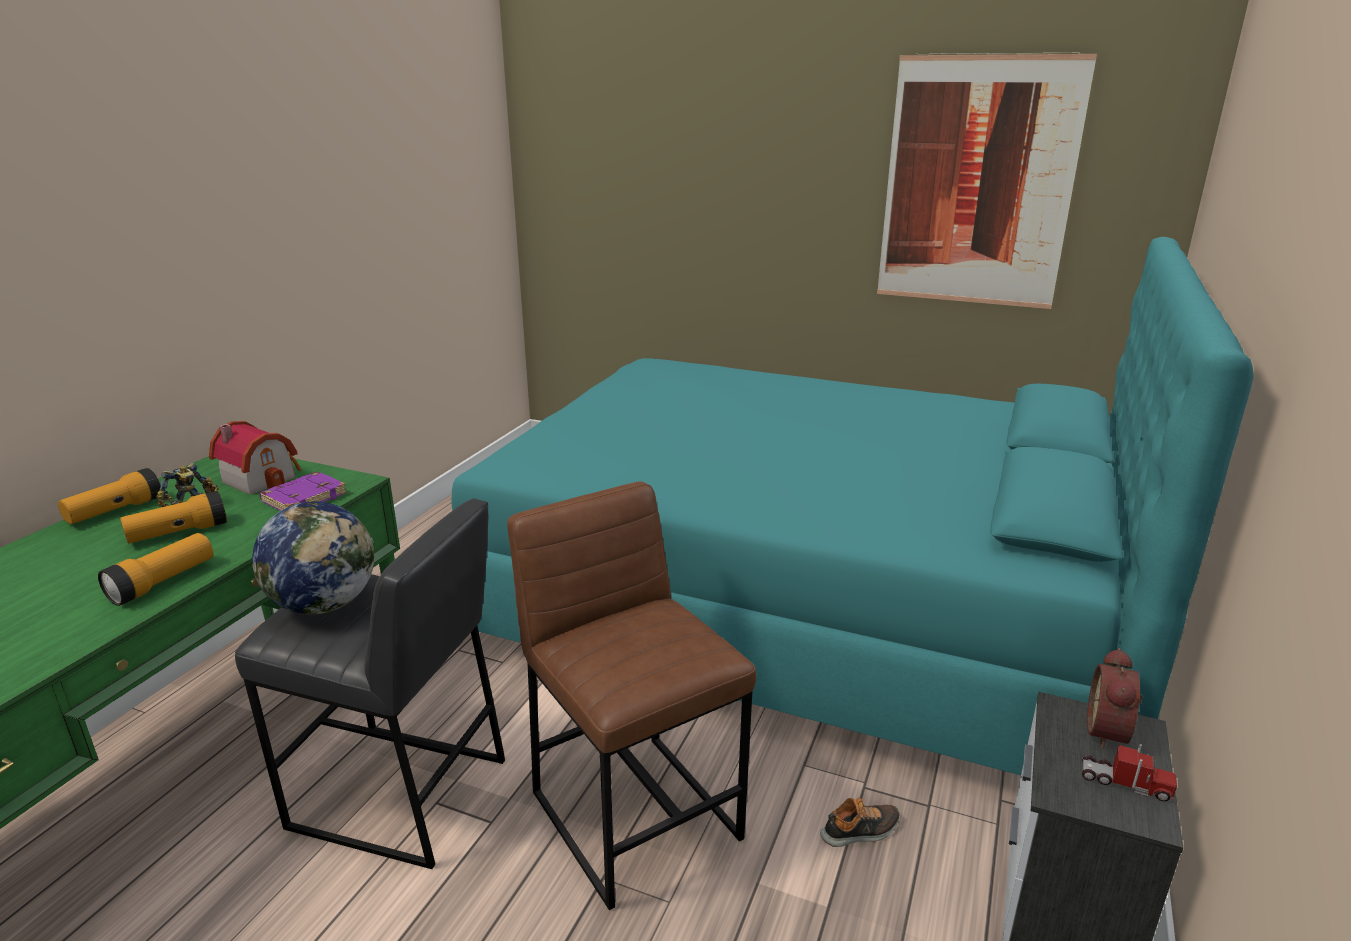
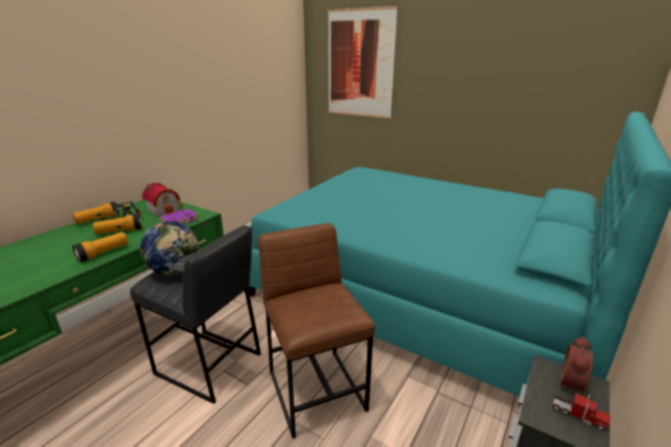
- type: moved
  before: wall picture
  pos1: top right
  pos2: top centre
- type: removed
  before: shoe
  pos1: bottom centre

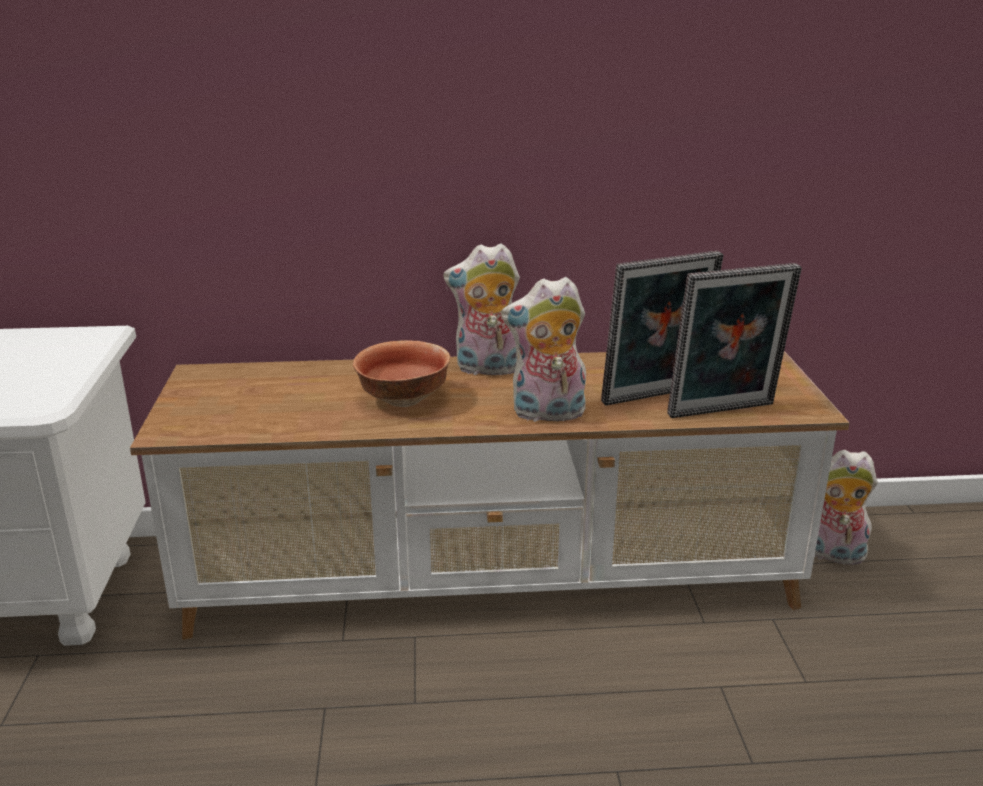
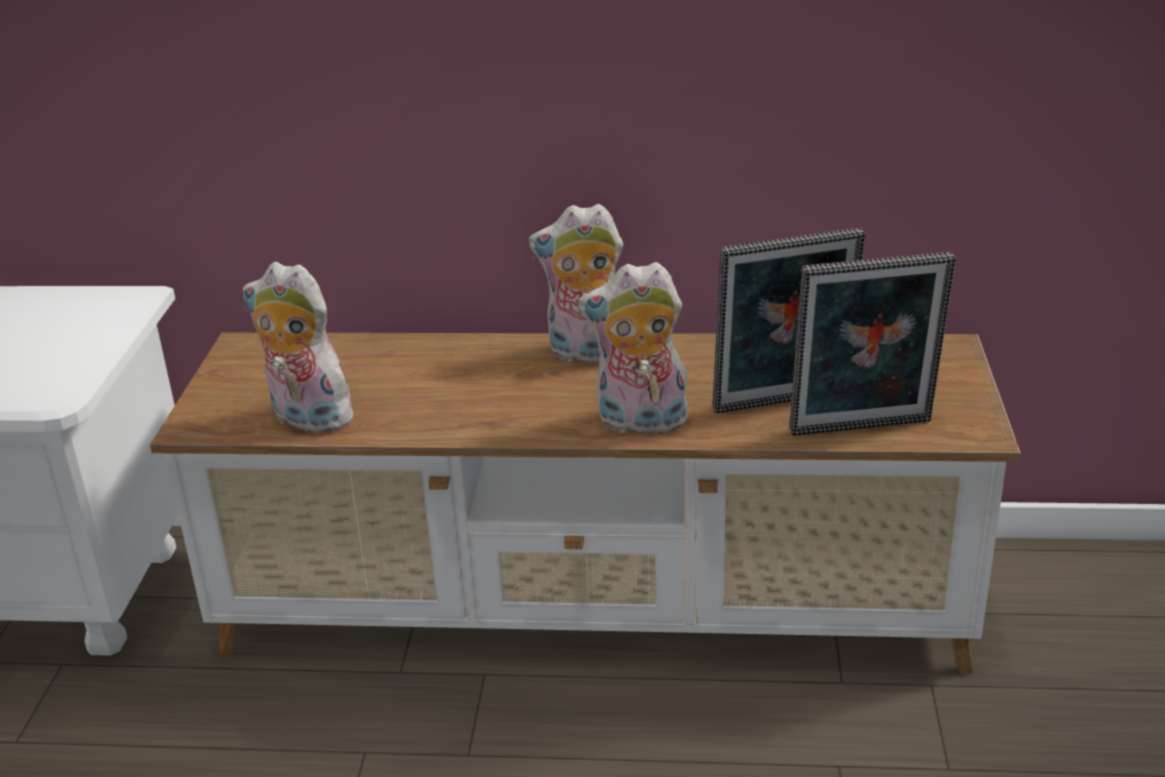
- type: removed
  before: bowl
  pos1: centre
- type: moved
  before: soft toy (3rd from left in the first image)
  after: soft toy (1st from left)
  pos1: middle right
  pos2: middle left

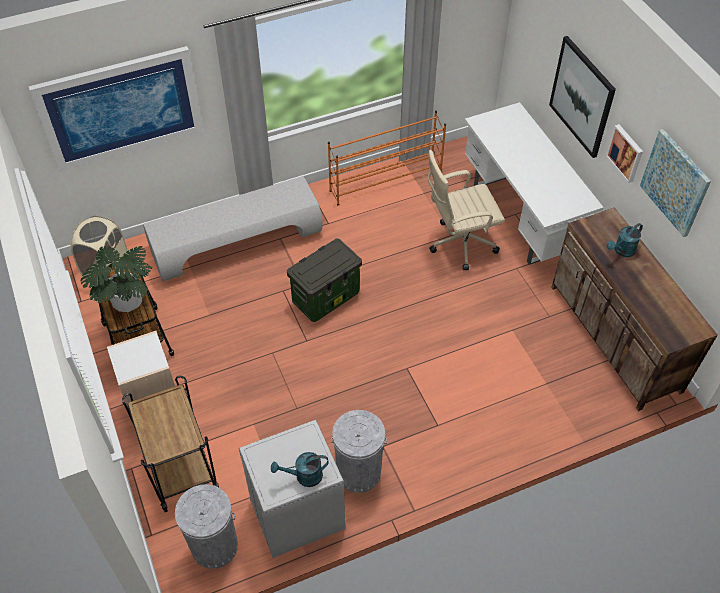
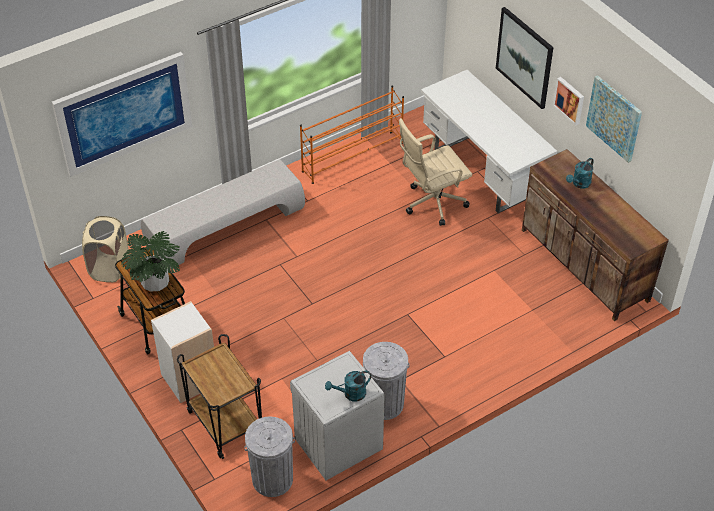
- type: removed
  before: storage bin
  pos1: centre

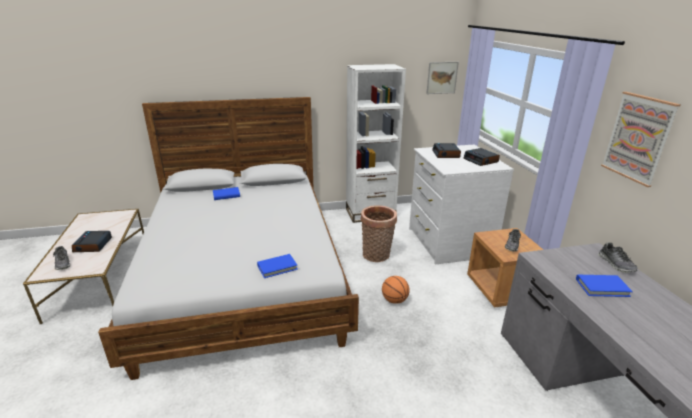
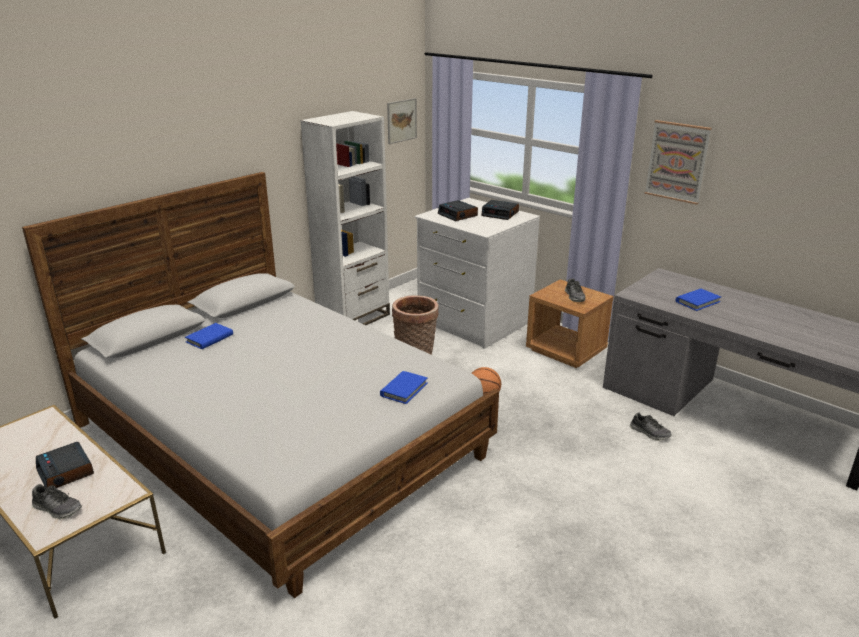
- type: moved
  before: shoe (3rd from left)
  pos1: middle right
  pos2: bottom right

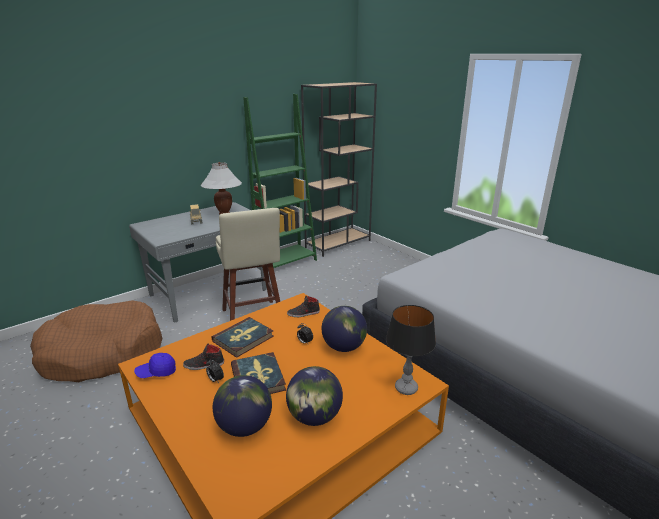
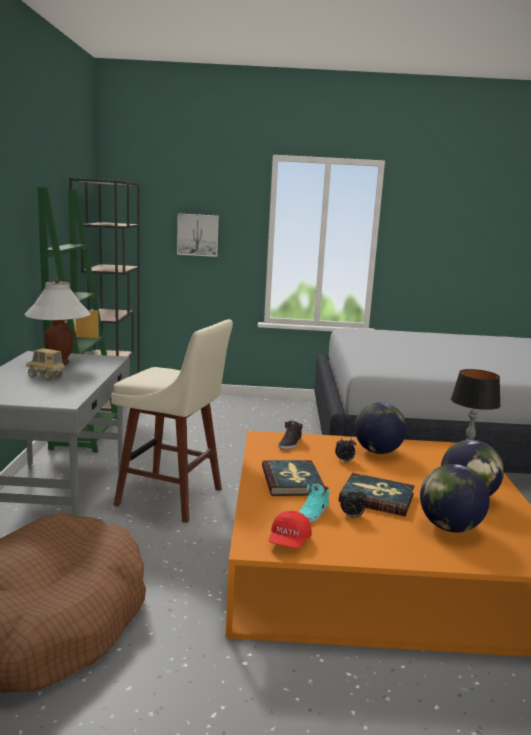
- type: recoloured
  before: blackish shoe (1st from left)
  after: turquoise-coloured shoe
  pos1: bottom left
  pos2: bottom centre
- type: recoloured
  before: blue peaked cap
  after: red peaked cap
  pos1: bottom left
  pos2: bottom centre
- type: added
  after: wall picture
  pos2: top centre

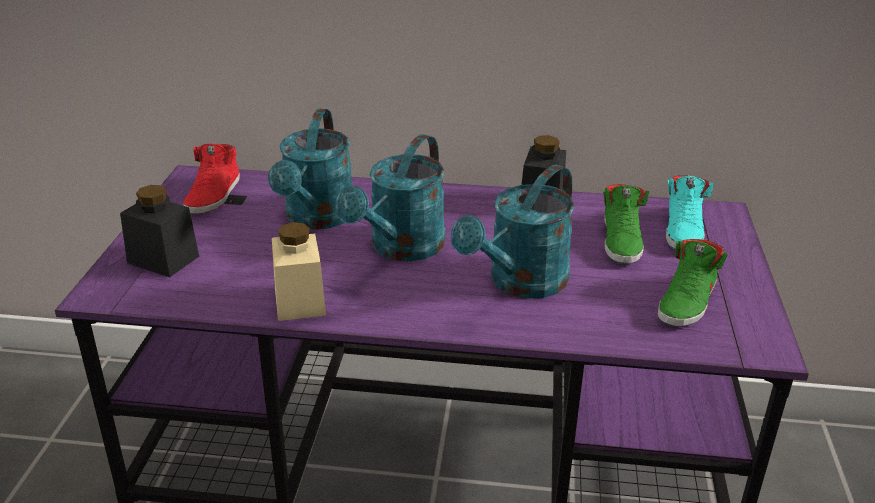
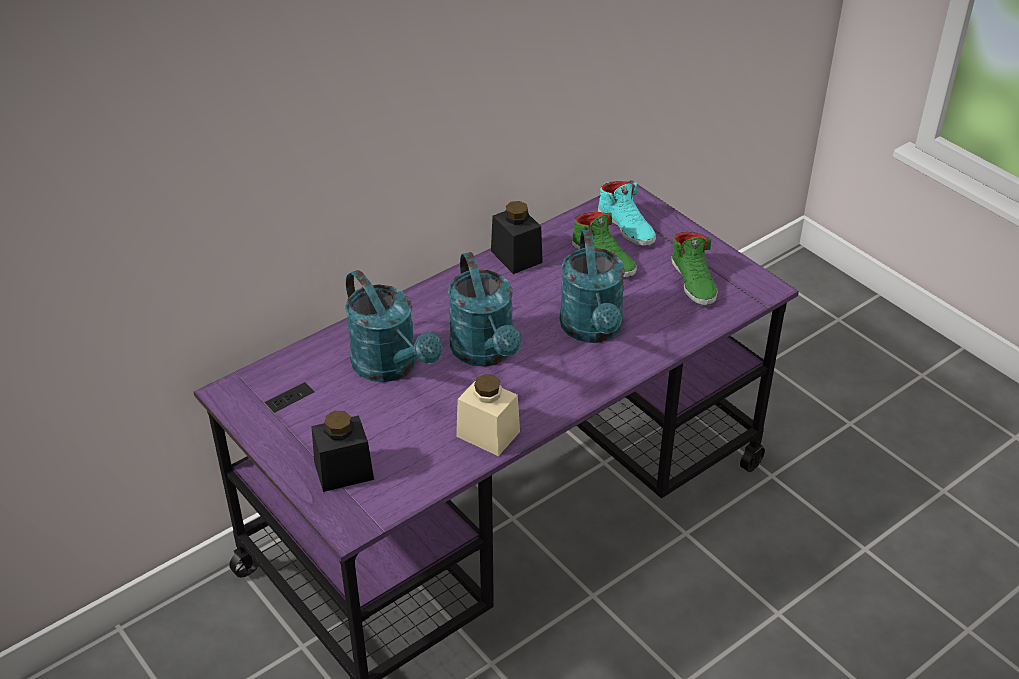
- type: removed
  before: red shoe
  pos1: middle left

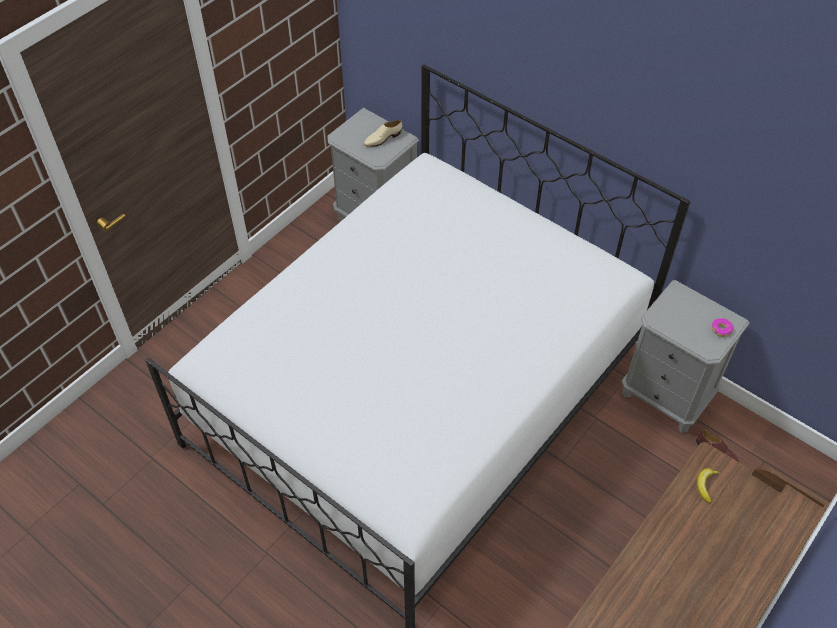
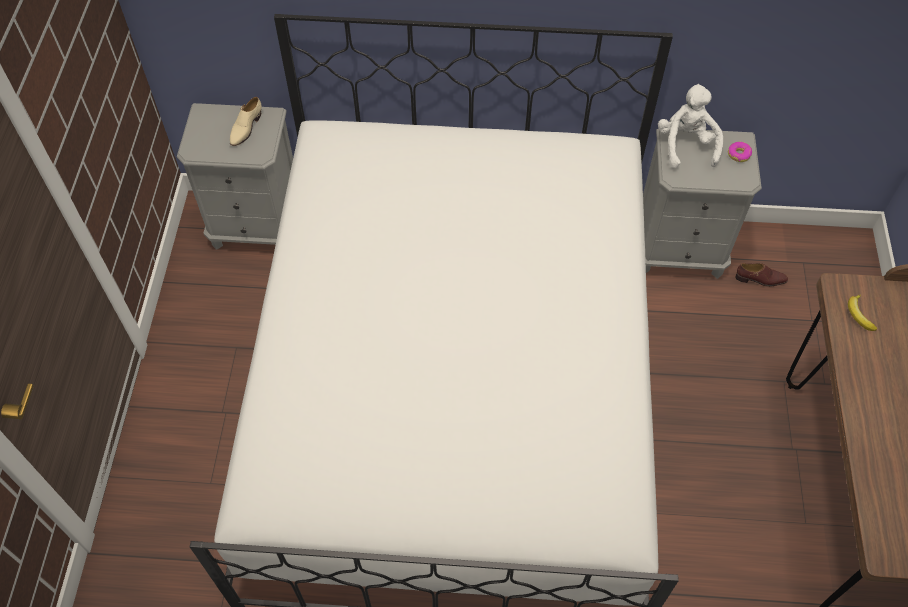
- type: added
  after: white soft toy
  pos2: top right

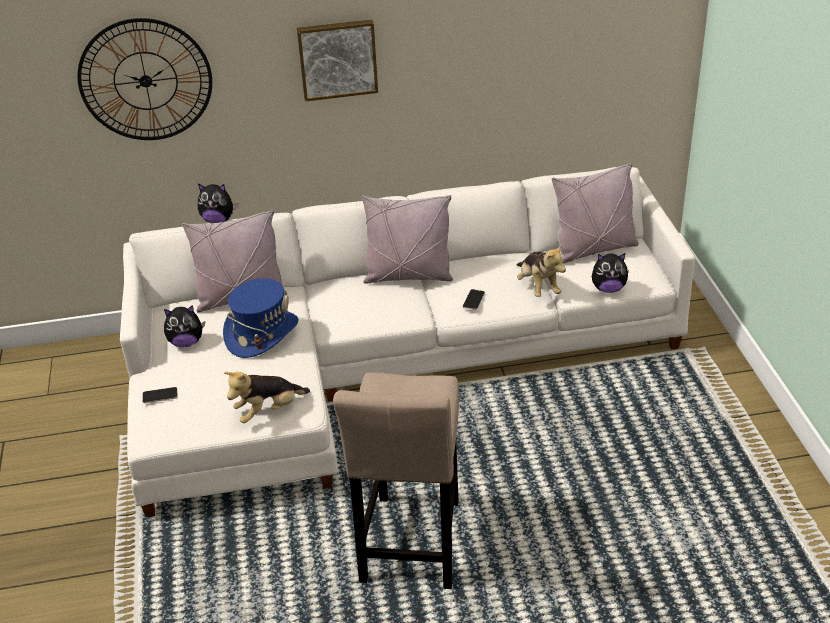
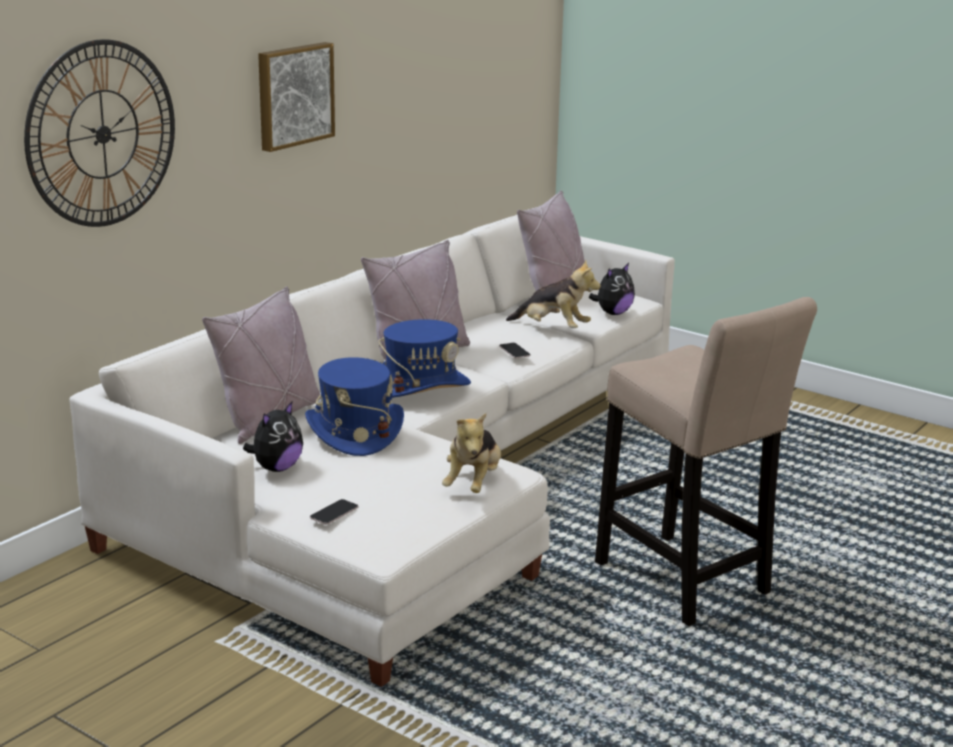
- type: removed
  before: soft toy (2nd from left)
  pos1: top left
- type: added
  after: blue clothing hat (2nd from left)
  pos2: centre

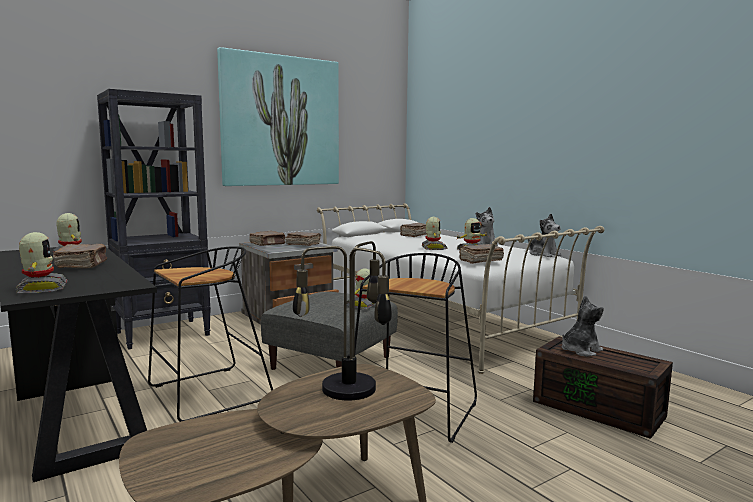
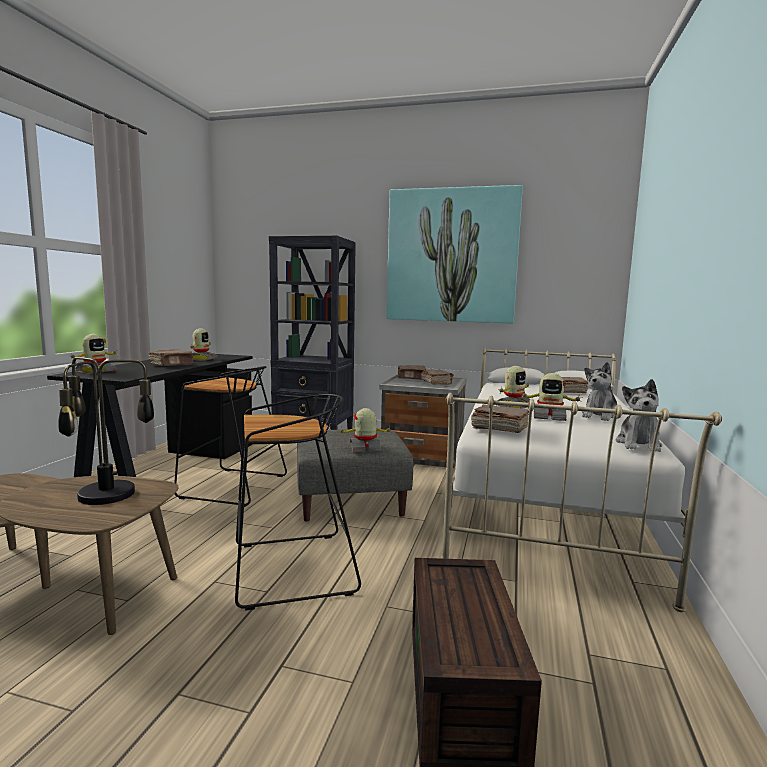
- type: removed
  before: soft toy (3rd from left)
  pos1: middle right

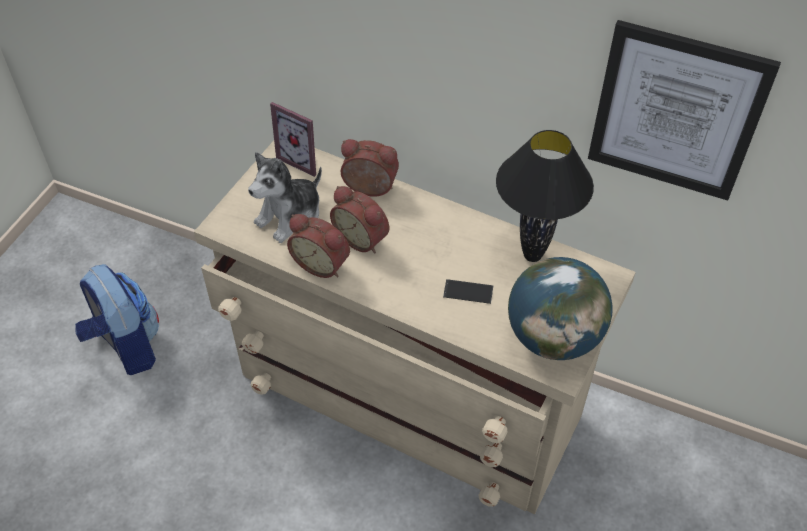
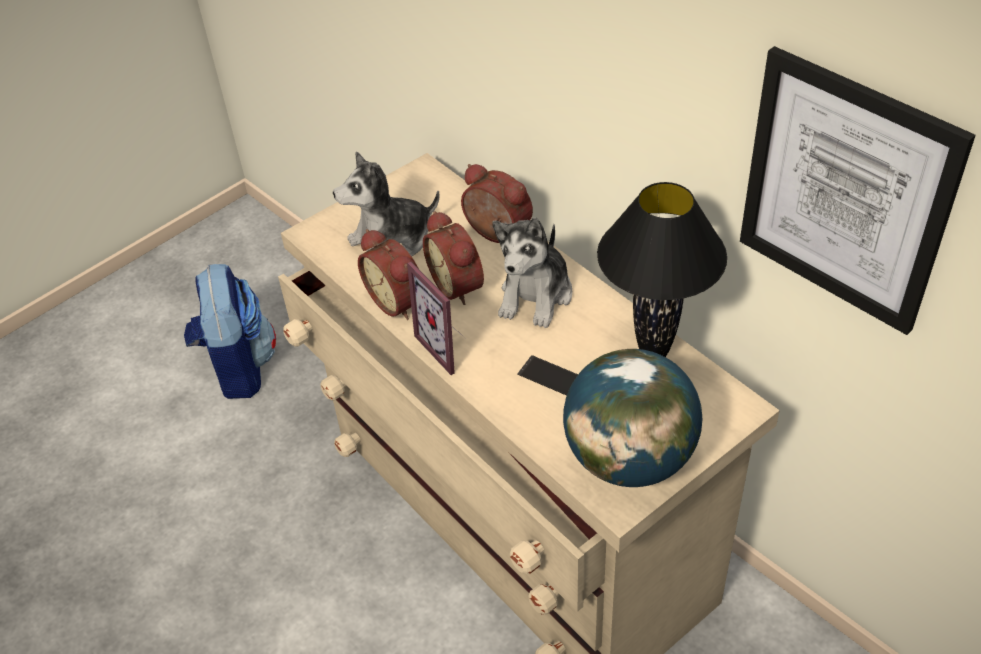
- type: moved
  before: picture frame
  pos1: top centre
  pos2: centre
- type: added
  after: soft toy (2nd from left)
  pos2: centre

